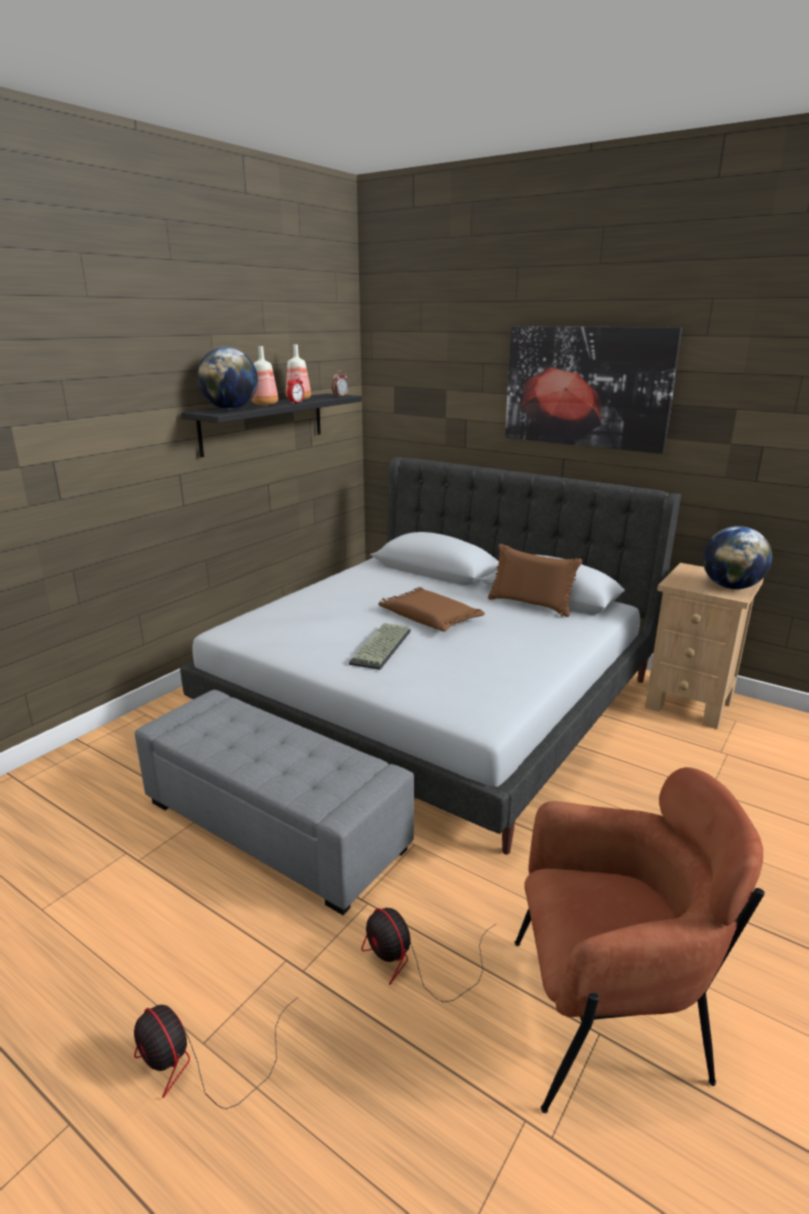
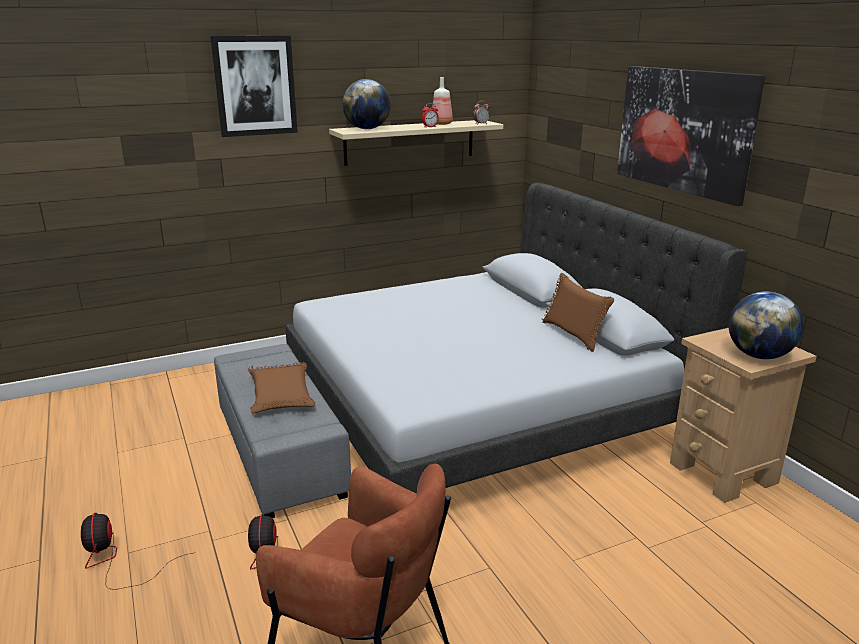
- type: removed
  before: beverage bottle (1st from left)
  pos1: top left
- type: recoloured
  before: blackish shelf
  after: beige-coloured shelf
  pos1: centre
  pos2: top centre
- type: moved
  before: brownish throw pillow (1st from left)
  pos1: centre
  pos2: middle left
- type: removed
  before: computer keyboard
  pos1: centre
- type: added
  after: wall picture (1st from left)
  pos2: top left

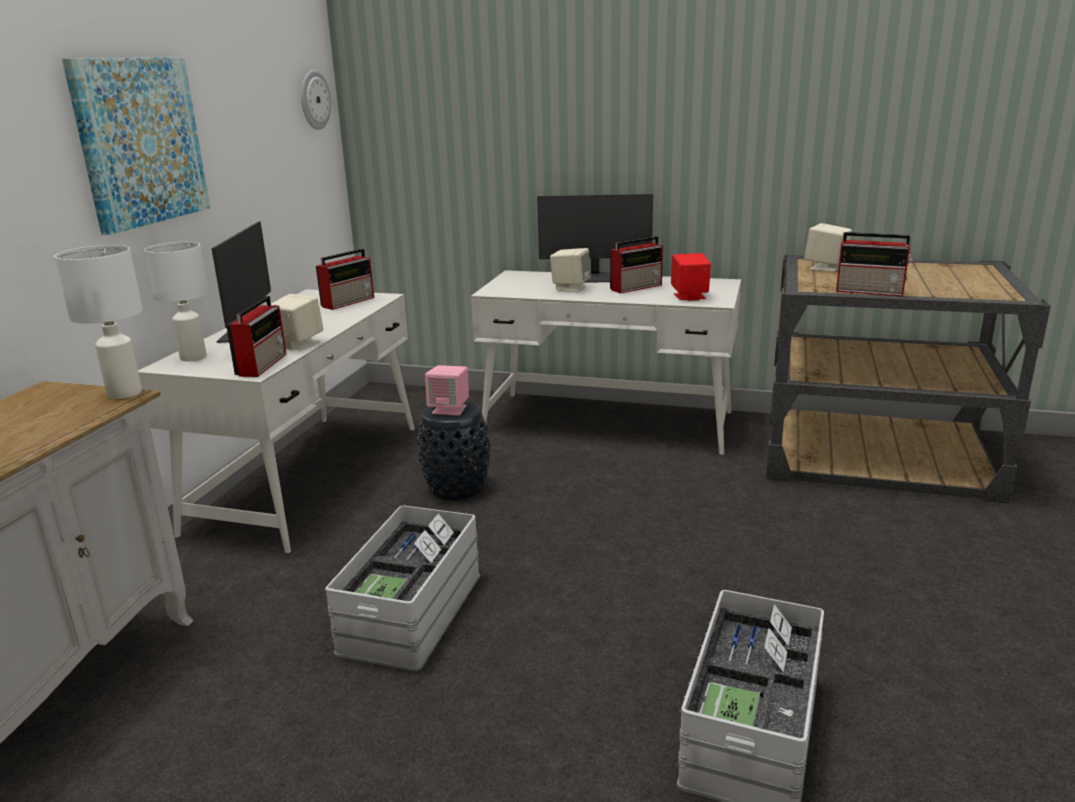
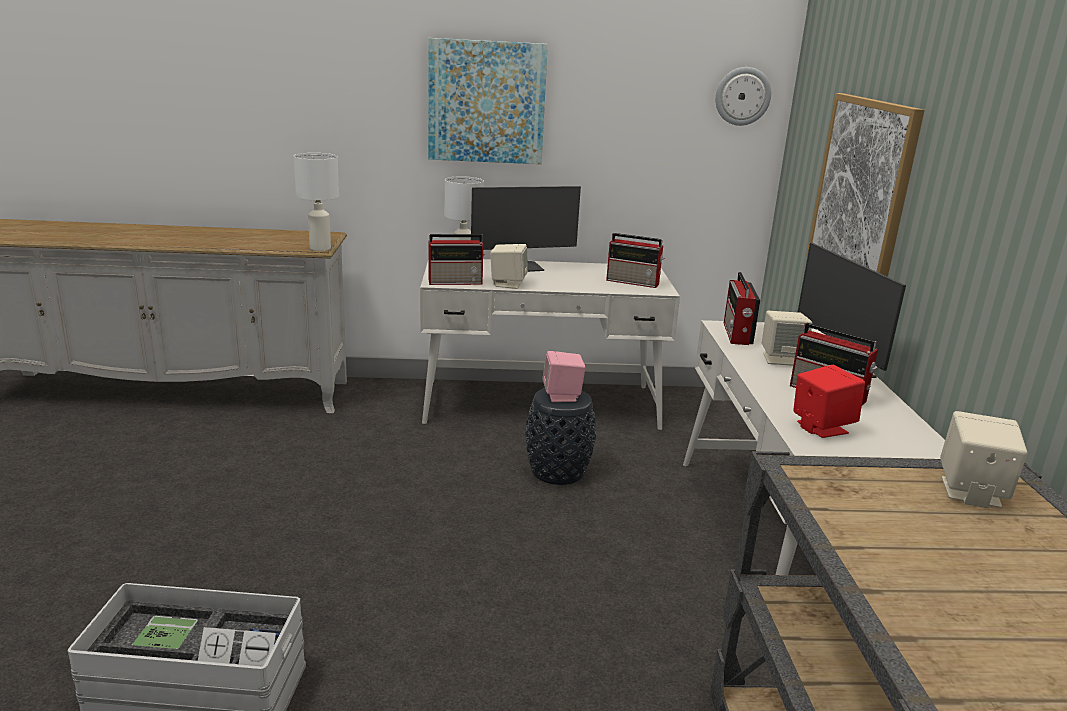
- type: moved
  before: radio receiver (4th from left in the first image)
  after: radio receiver (3rd from left)
  pos1: top right
  pos2: middle right
- type: removed
  before: grey storage bin (1st from left)
  pos1: bottom centre
- type: added
  after: wall picture (2nd from left)
  pos2: top right

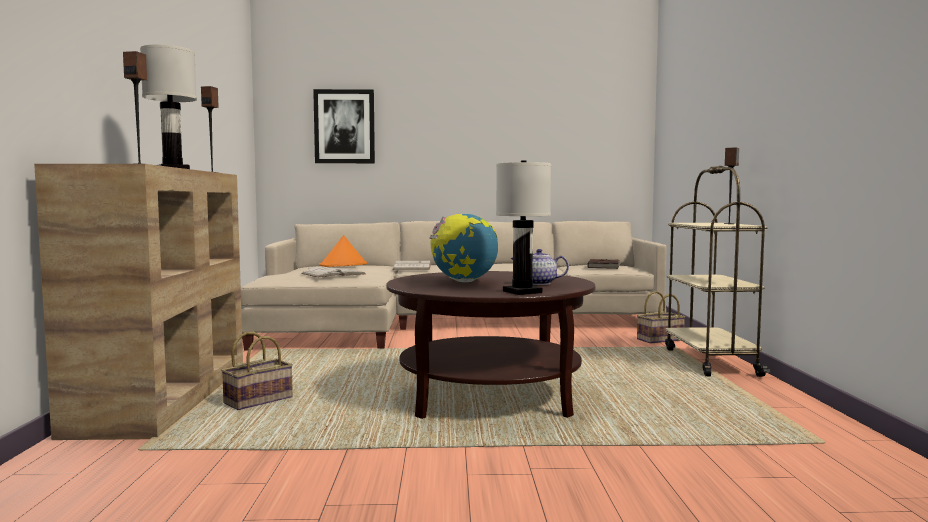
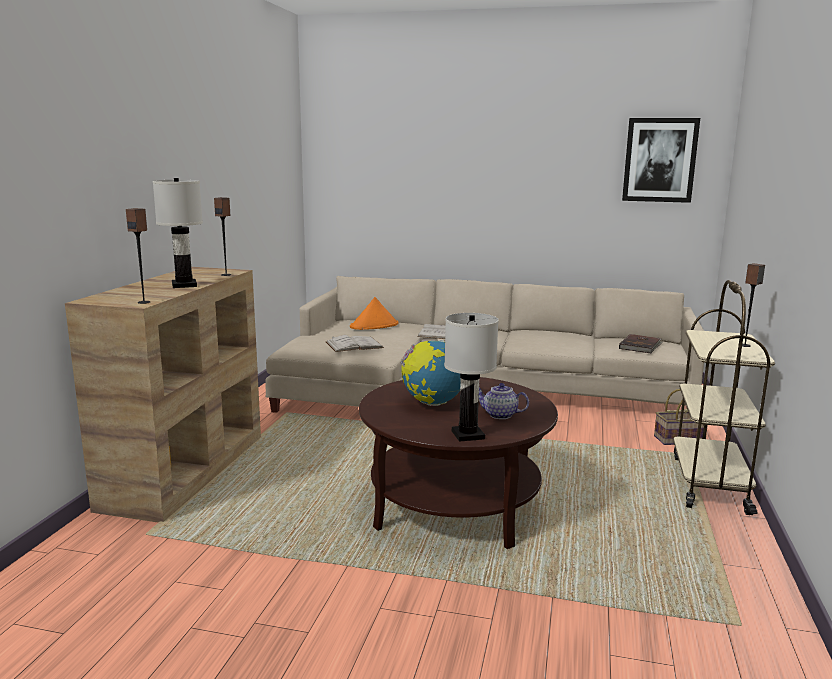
- type: moved
  before: wall picture
  pos1: top centre
  pos2: top right
- type: removed
  before: basket (1st from left)
  pos1: bottom left

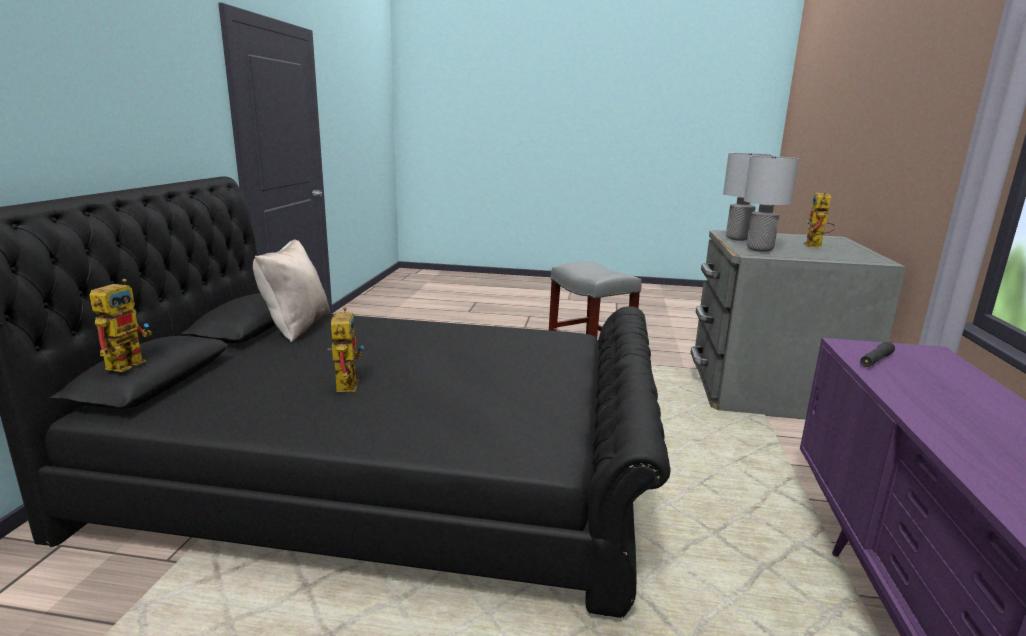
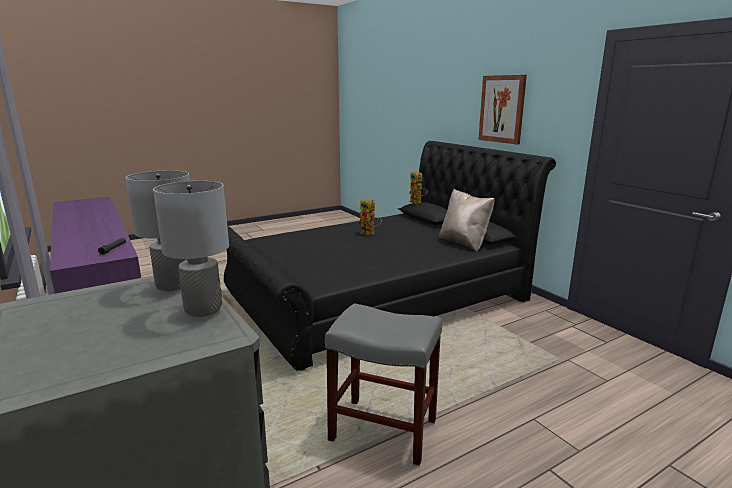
- type: removed
  before: toy robot (3rd from left)
  pos1: middle right
- type: added
  after: wall picture
  pos2: top right

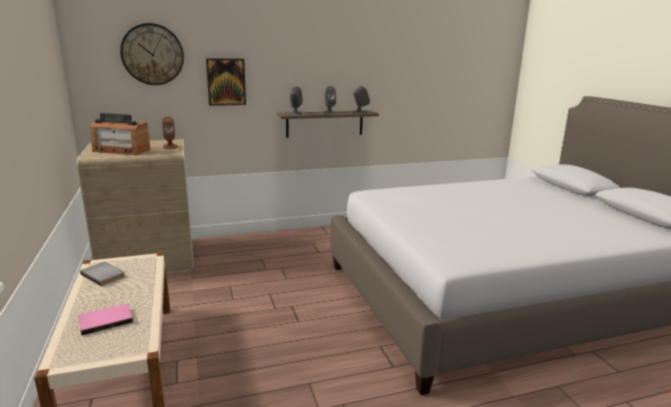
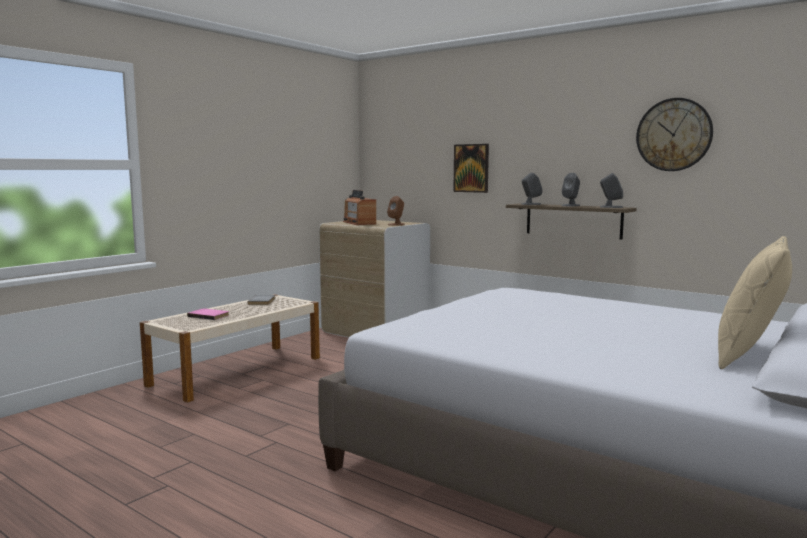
- type: moved
  before: wall clock
  pos1: top left
  pos2: top right
- type: added
  after: beige-coloured throw pillow
  pos2: middle right

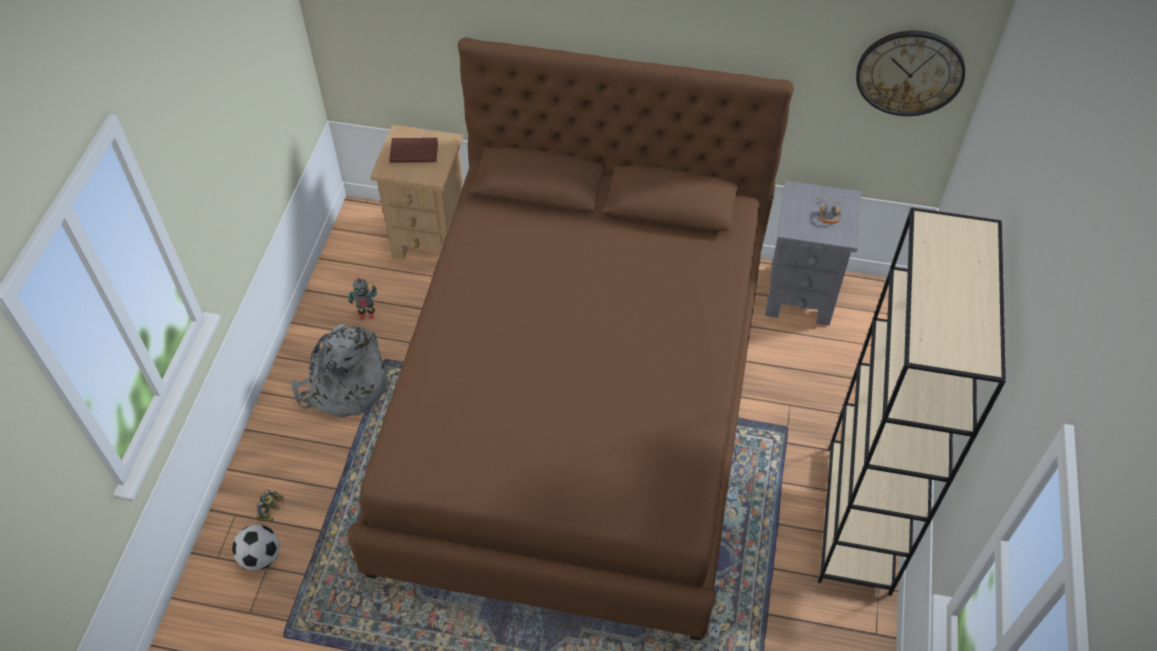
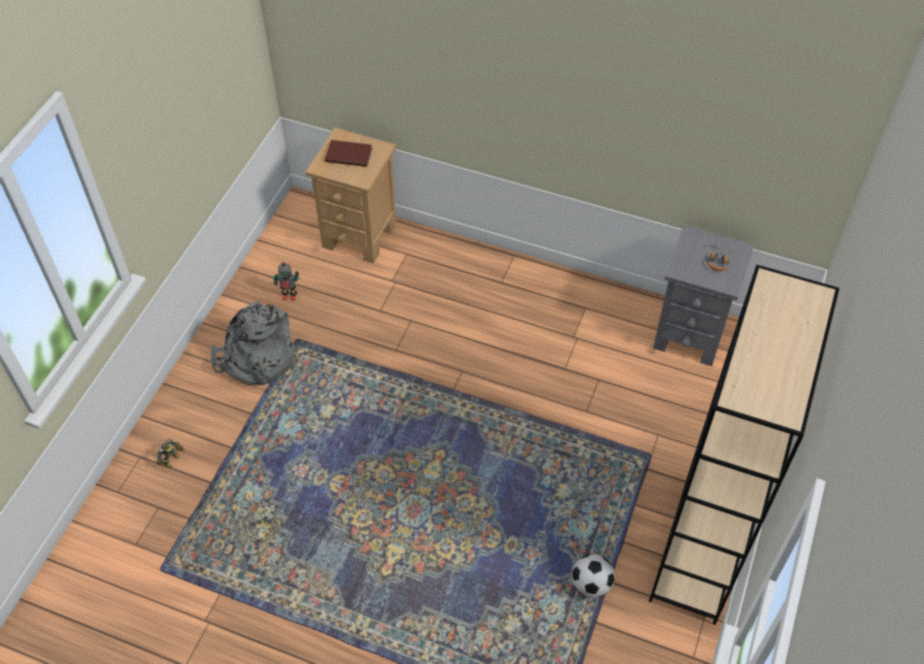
- type: removed
  before: wall clock
  pos1: top right
- type: removed
  before: brownish bedroom bed
  pos1: centre
- type: moved
  before: football ball
  pos1: bottom left
  pos2: bottom centre

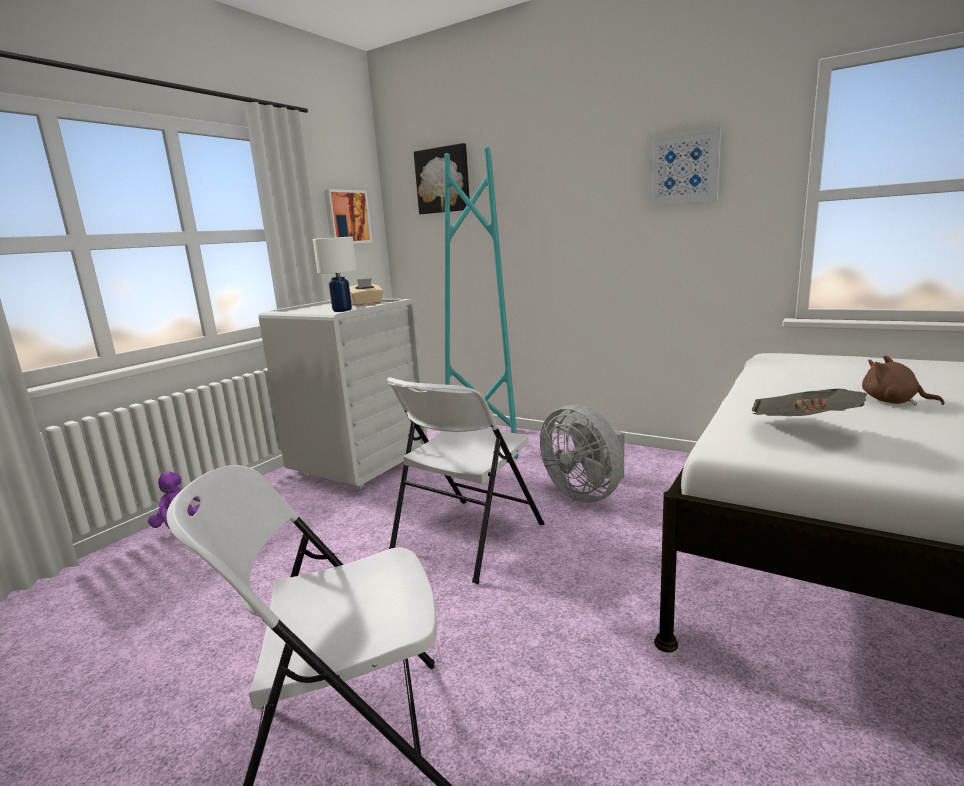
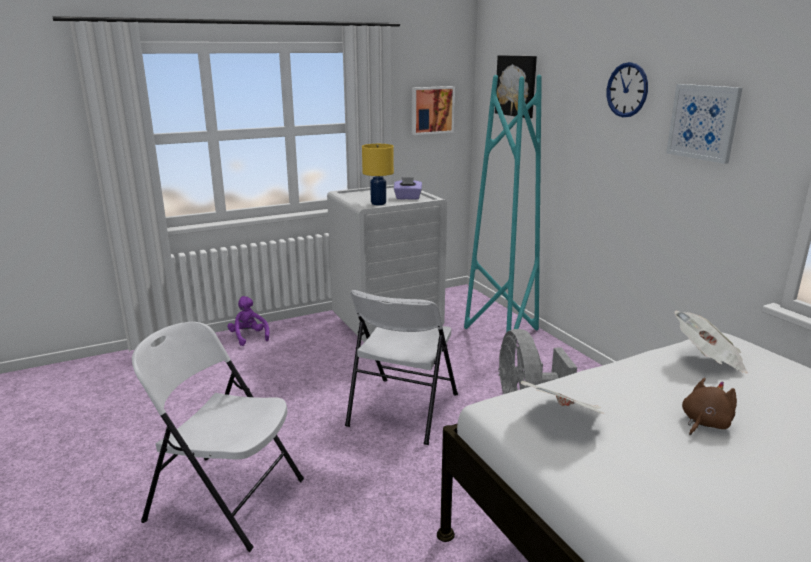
- type: recoloured
  before: white lamp for a table
  after: yellowish lamp for a table
  pos1: centre
  pos2: top centre
- type: recoloured
  before: beige-coloured tissue holder
  after: purplish tissue holder
  pos1: centre
  pos2: centre
- type: turned
  before: brownish soft toy
  pos1: middle right
  pos2: bottom right
  turn: 60
- type: turned
  before: white upright chair (2nd from left)
  pos1: centre
  pos2: centre
  turn: -45
- type: added
  after: wall clock
  pos2: top right
- type: added
  after: daily paper (2nd from left)
  pos2: middle right

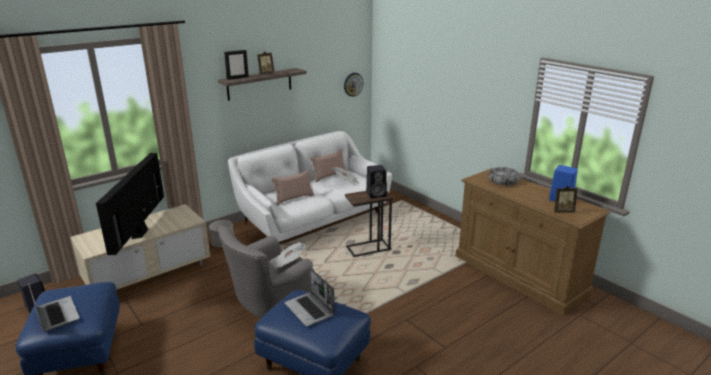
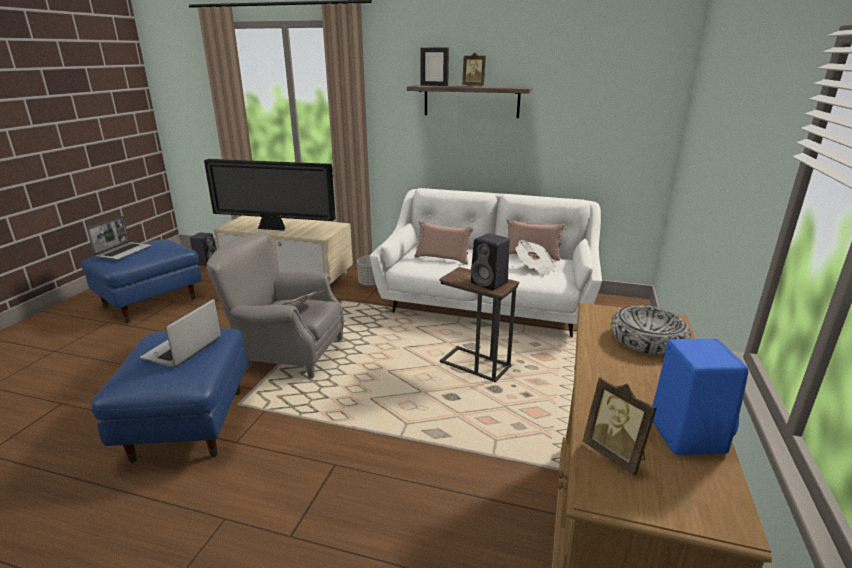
- type: removed
  before: wall clock
  pos1: top centre
- type: turned
  before: TV set
  pos1: middle left
  pos2: middle left
  turn: -135

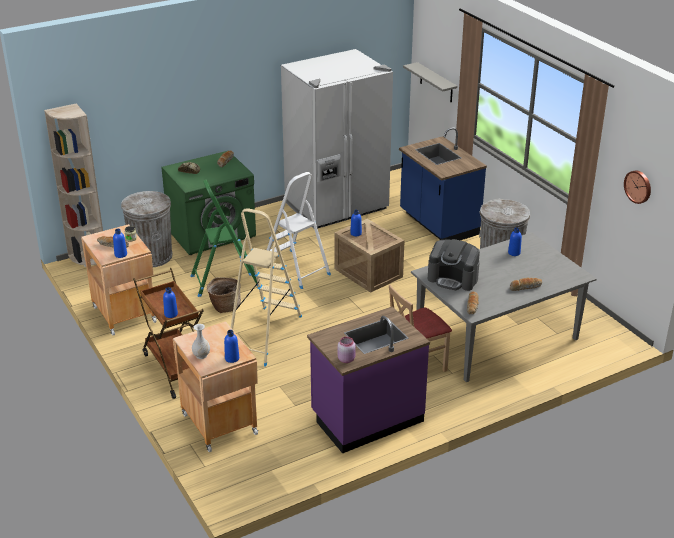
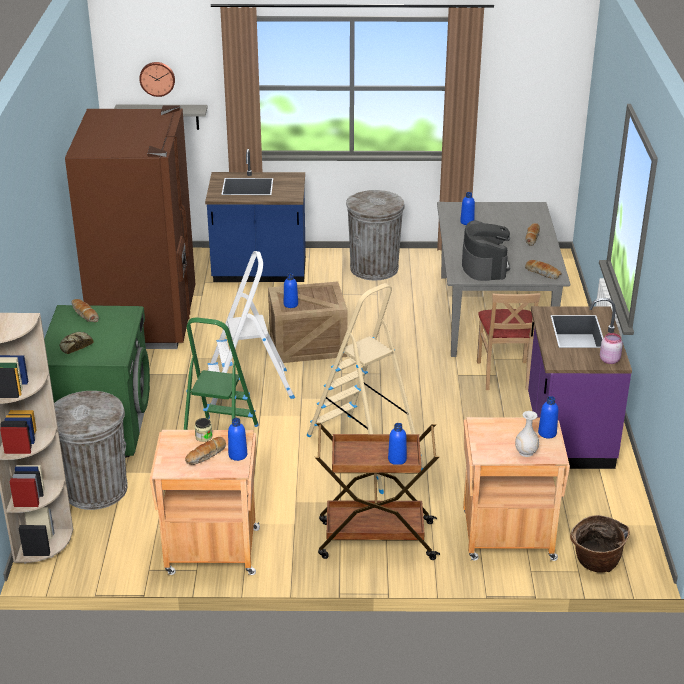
- type: recoloured
  before: white refrigerator
  after: brownish refrigerator
  pos1: top centre
  pos2: top left
- type: moved
  before: wall clock
  pos1: middle right
  pos2: top left
- type: turned
  before: coffee machine
  pos1: middle right
  pos2: middle right
  turn: -60
- type: moved
  before: basket
  pos1: middle left
  pos2: bottom right

